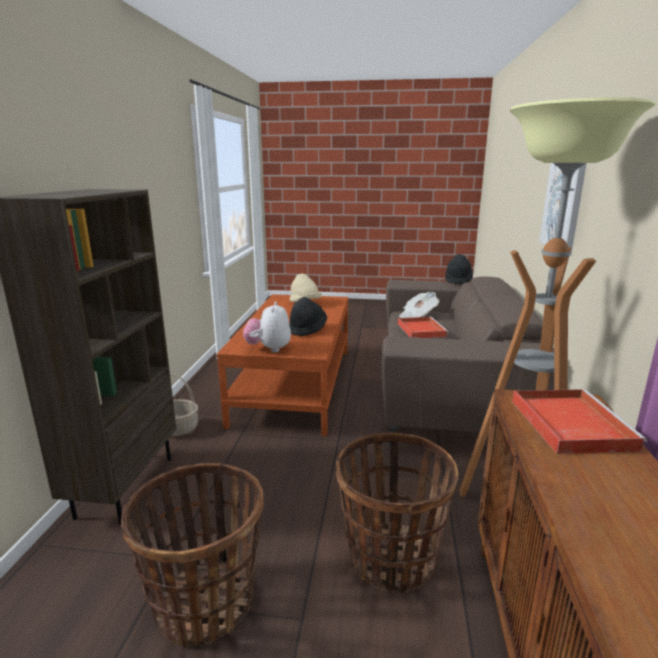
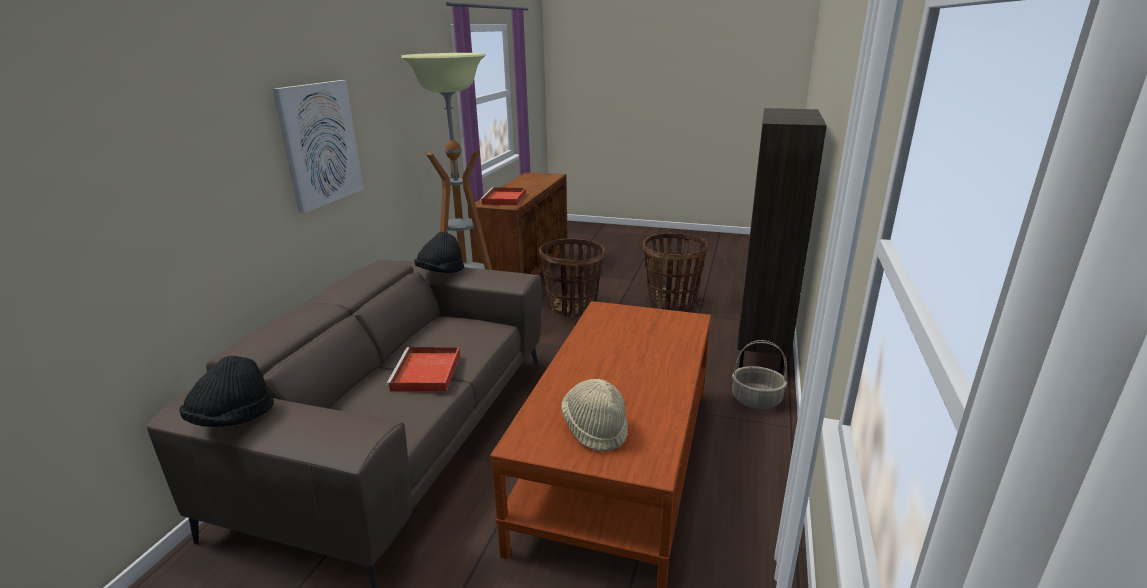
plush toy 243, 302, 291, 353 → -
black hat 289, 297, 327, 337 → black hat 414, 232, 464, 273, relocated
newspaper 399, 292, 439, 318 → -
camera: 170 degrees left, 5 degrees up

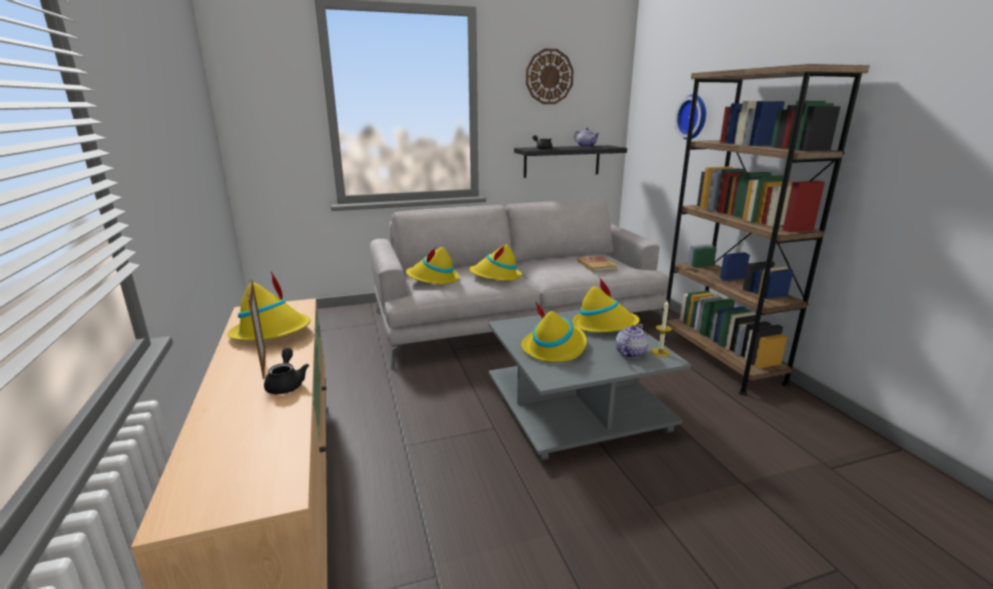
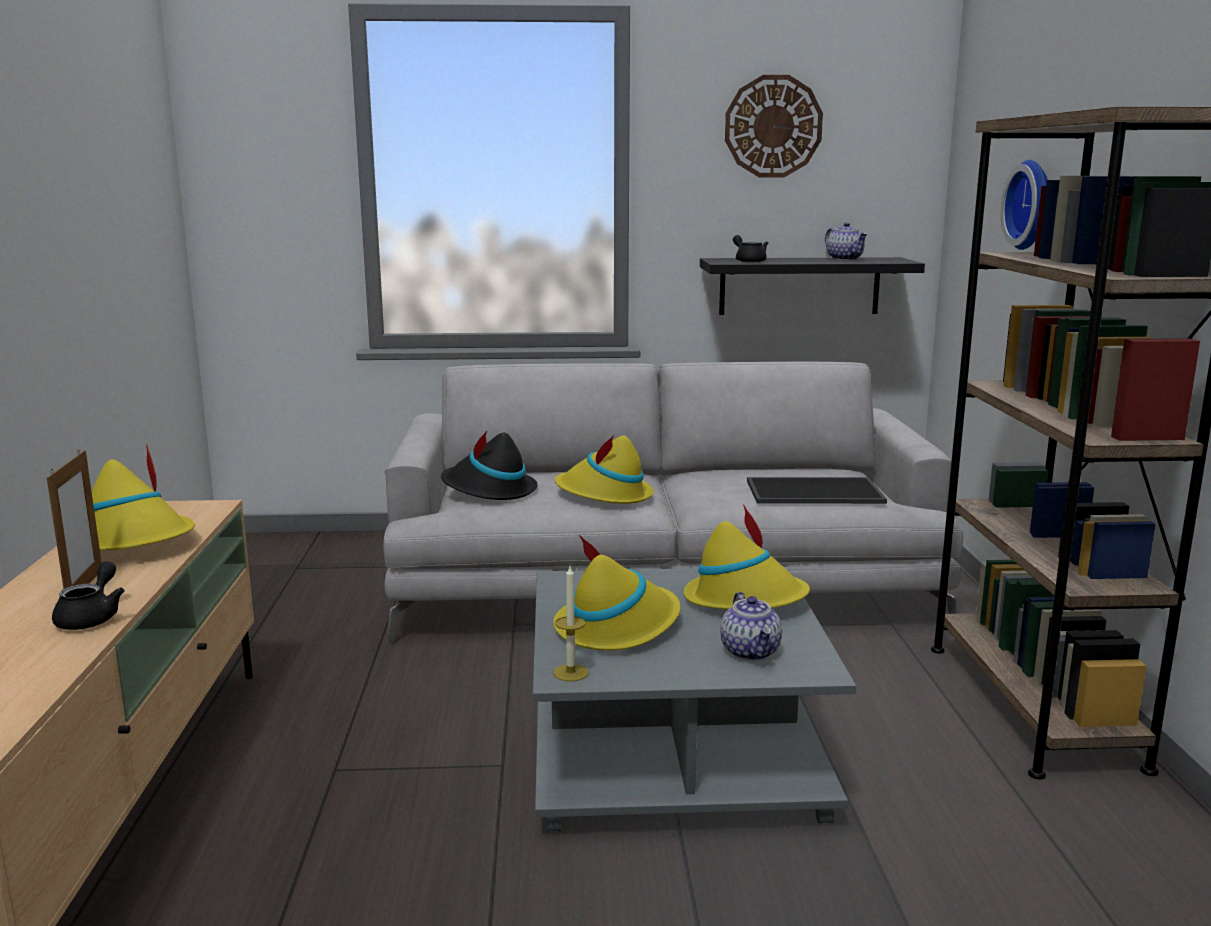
yellow hat 406, 247, 460, 284 → black hat 441, 431, 538, 500
book 578, 256, 618, 272 → tray 747, 477, 887, 504
teapot 615, 324, 648, 358 → teapot 720, 592, 782, 661, 120 degrees clockwise
candle 651, 299, 672, 357 → candle 553, 566, 589, 681, relocated
camera: 15 degrees right, 5 degrees down

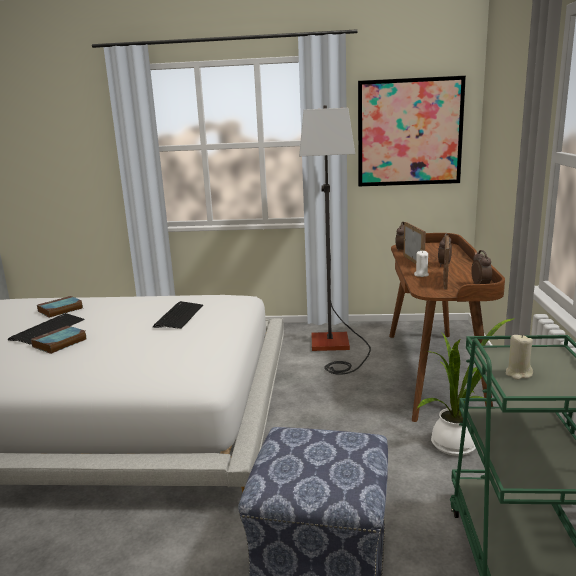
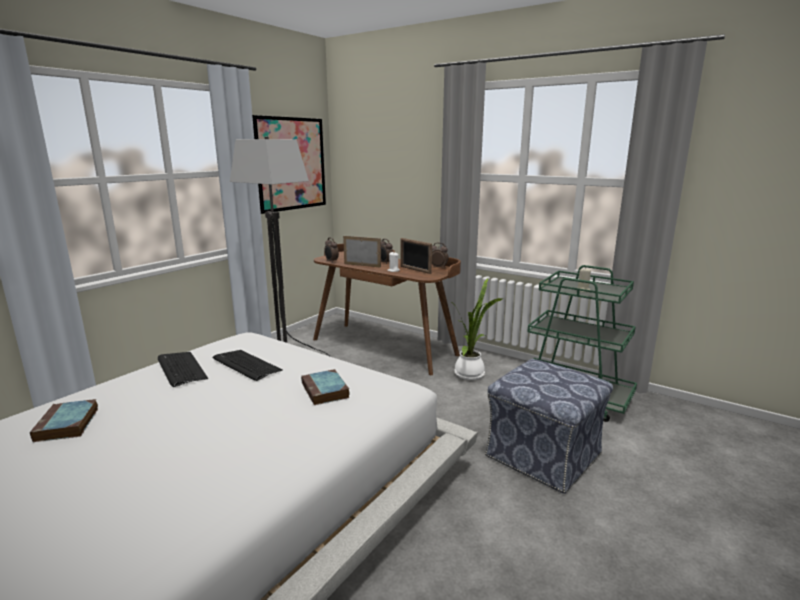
keyboard 8, 313, 84, 345 → keyboard 158, 352, 208, 387, relocated
book 31, 326, 86, 354 → book 301, 369, 350, 405, relocated
camera: 60 degrees left, 0 degrees up

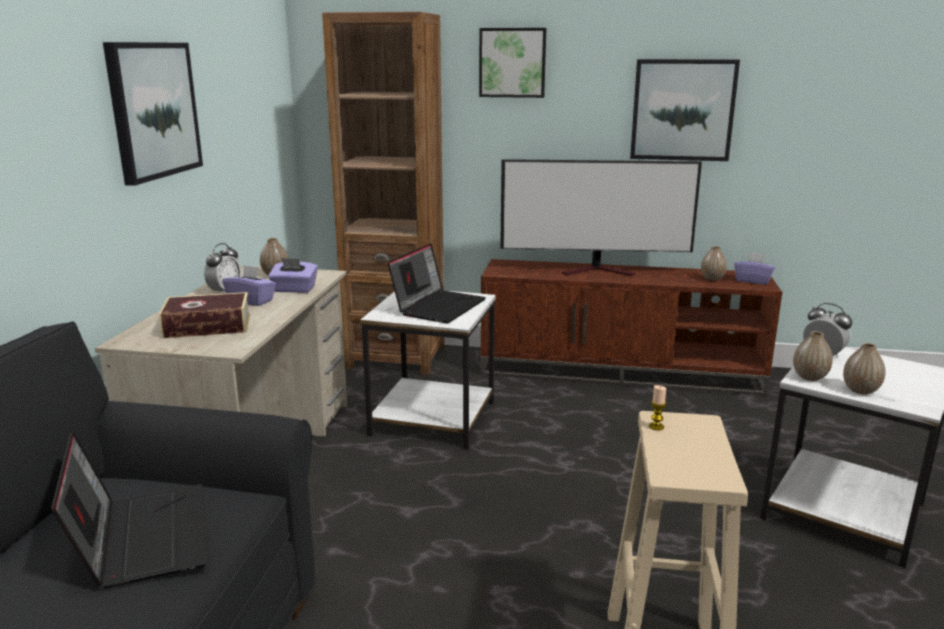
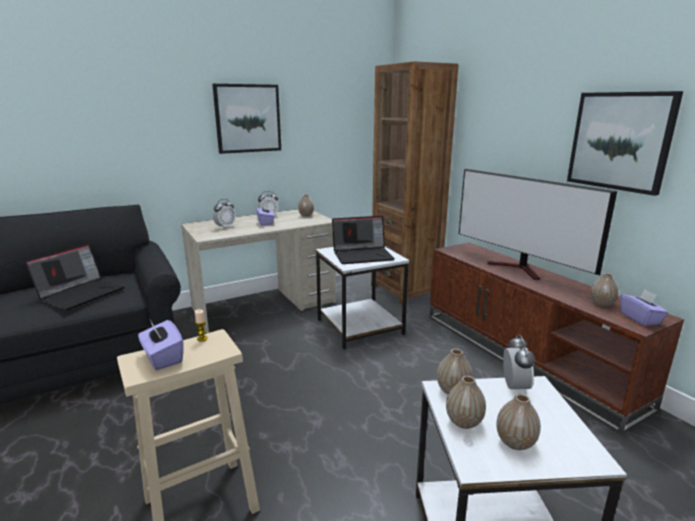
book 159, 292, 250, 338 → alarm clock 213, 199, 236, 229
purple tissue box 268, 258, 318, 293 → purple tissue box 138, 320, 183, 370, relocated
picture 479, 28, 546, 98 → -
- → vase 496, 394, 541, 450
camera: 50 degrees right, 0 degrees up

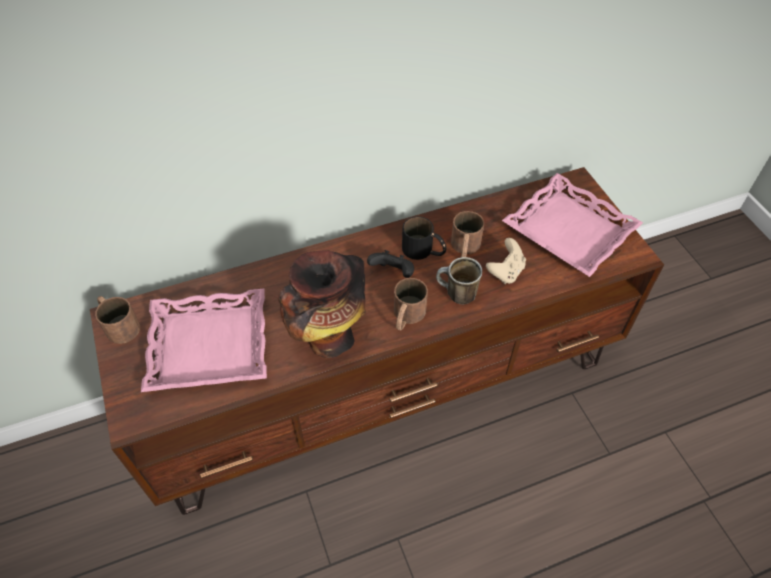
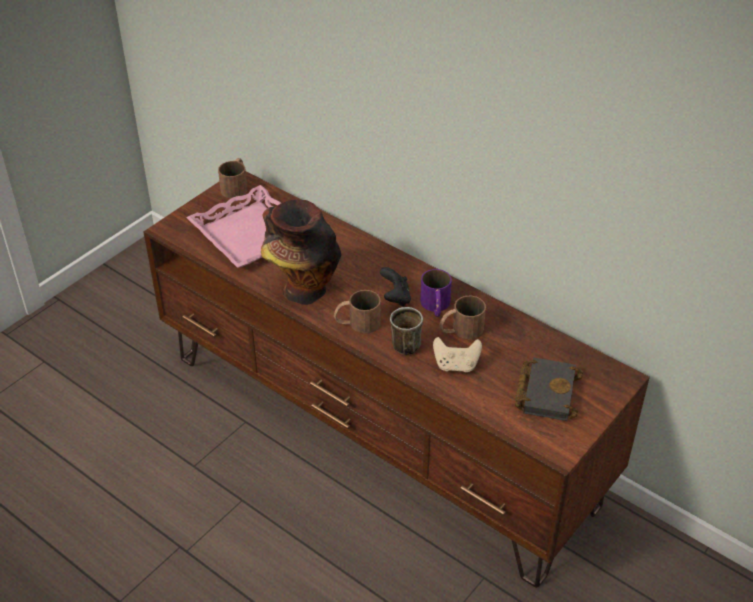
black mug 402, 216, 446, 260 → purple mug 420, 269, 452, 317
pink tray 502, 173, 643, 277 → black book 515, 358, 583, 421
camera: 60 degrees right, 10 degrees down

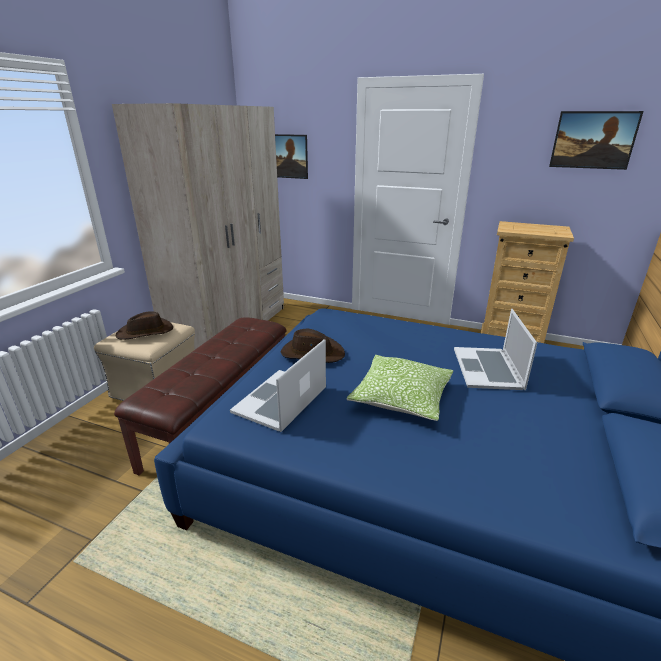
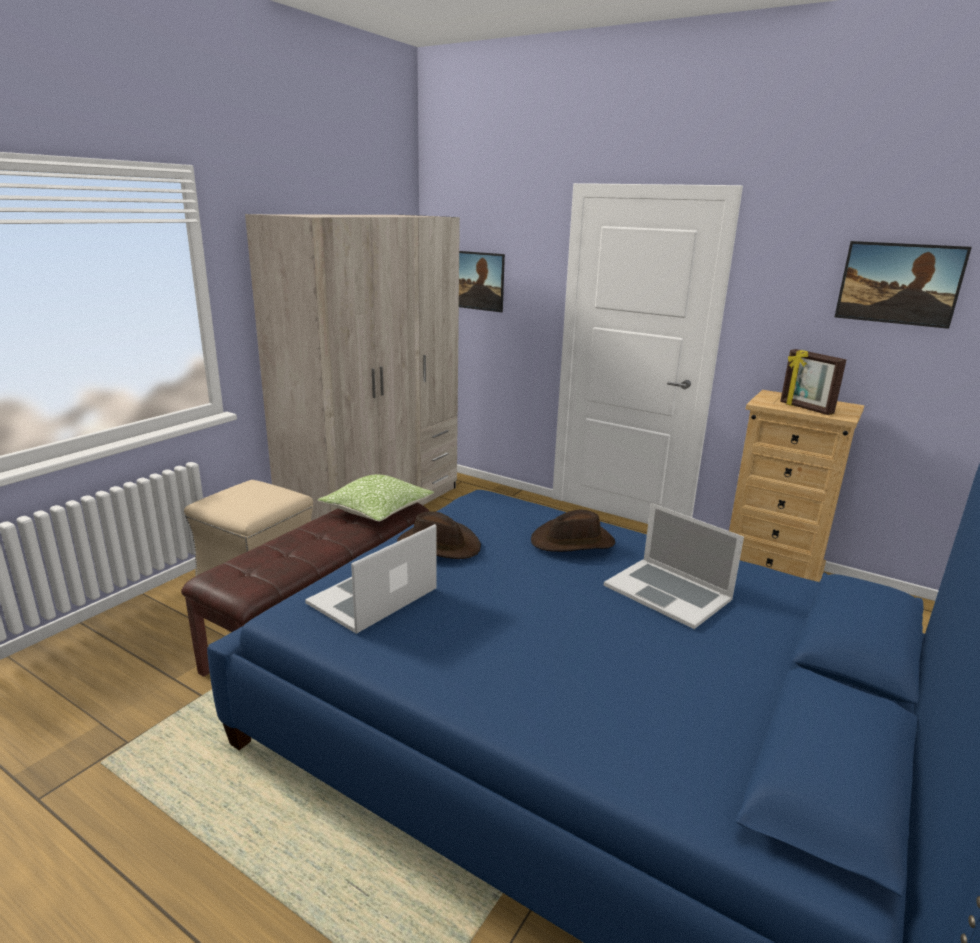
brown hat 115, 311, 173, 340 → brown hat 531, 510, 615, 552, relocated
pillow 346, 355, 453, 421 → pillow 317, 474, 434, 522, relocated
laptop 454, 308, 537, 390 → laptop 604, 503, 744, 629, 60 degrees counterclockwise
- → picture frame 780, 349, 846, 415
camera: 10 degrees right, 5 degrees down

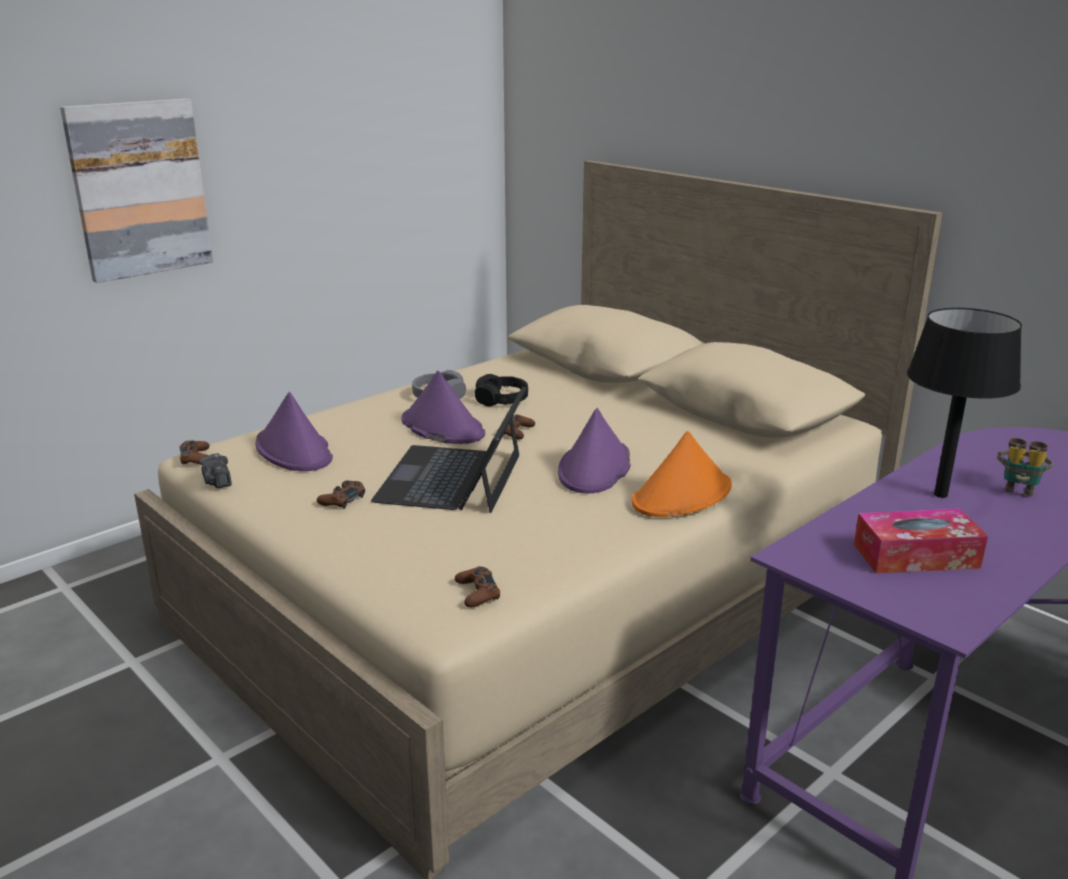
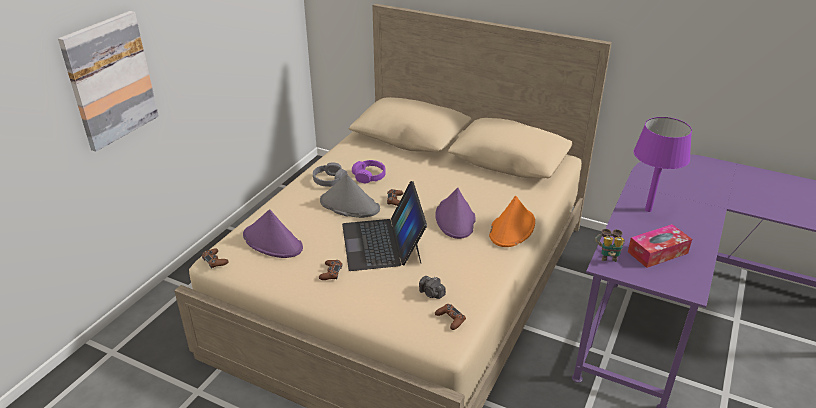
photo camera 199, 453, 232, 488 → photo camera 419, 276, 446, 299, relocated
purple hat 402, 371, 485, 444 → grey hat 320, 174, 380, 218
black headphones 475, 374, 528, 407 → purple headphones 352, 160, 386, 183
black table lamp 907, 308, 1022, 498 → purple table lamp 634, 117, 692, 212
binoculars 997, 438, 1053, 497 → binoculars 595, 229, 625, 262, relocated
camera: 20 degrees left, 10 degrees up

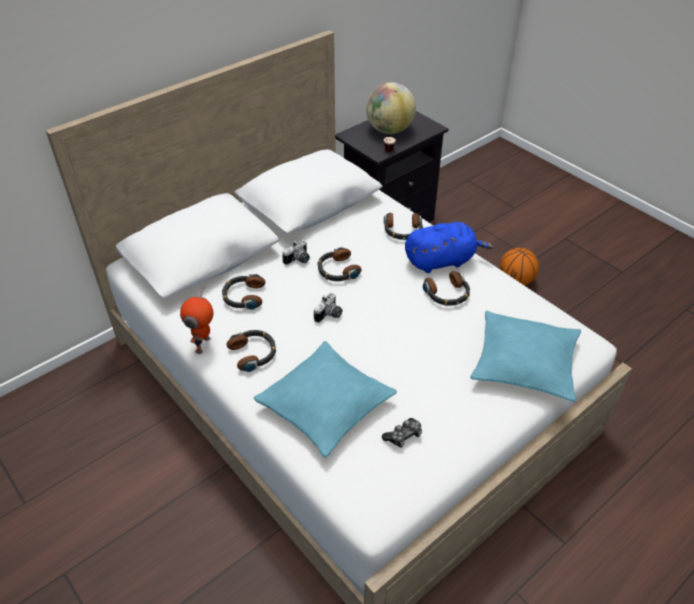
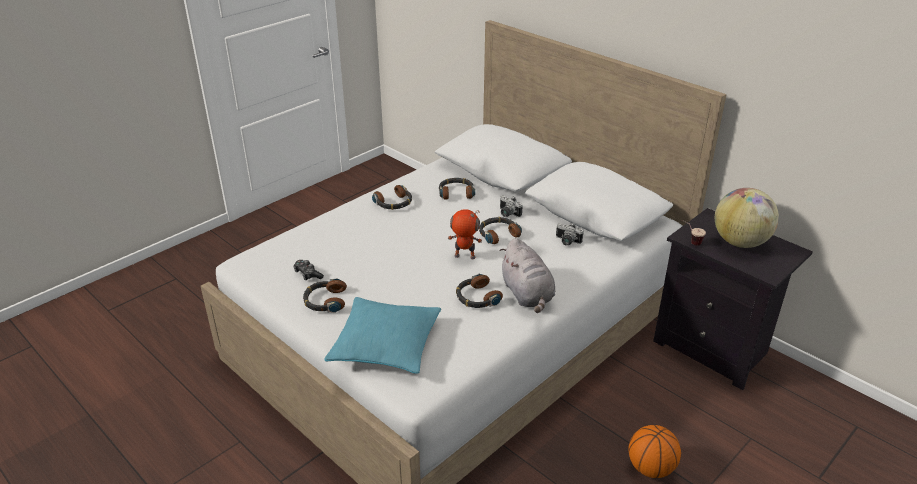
toy robot 180, 287, 213, 354 → toy robot 448, 209, 482, 259, relocated
turquoise pillow 253, 341, 397, 458 → -
photo camera 314, 292, 342, 323 → photo camera 556, 223, 584, 246, relocated
headphones 384, 213, 423, 240 → headphones 303, 278, 347, 313, relocated
blue plush toy 405, 222, 494, 273 → grey plush toy 500, 238, 555, 313
camera: 85 degrees right, 10 degrees down

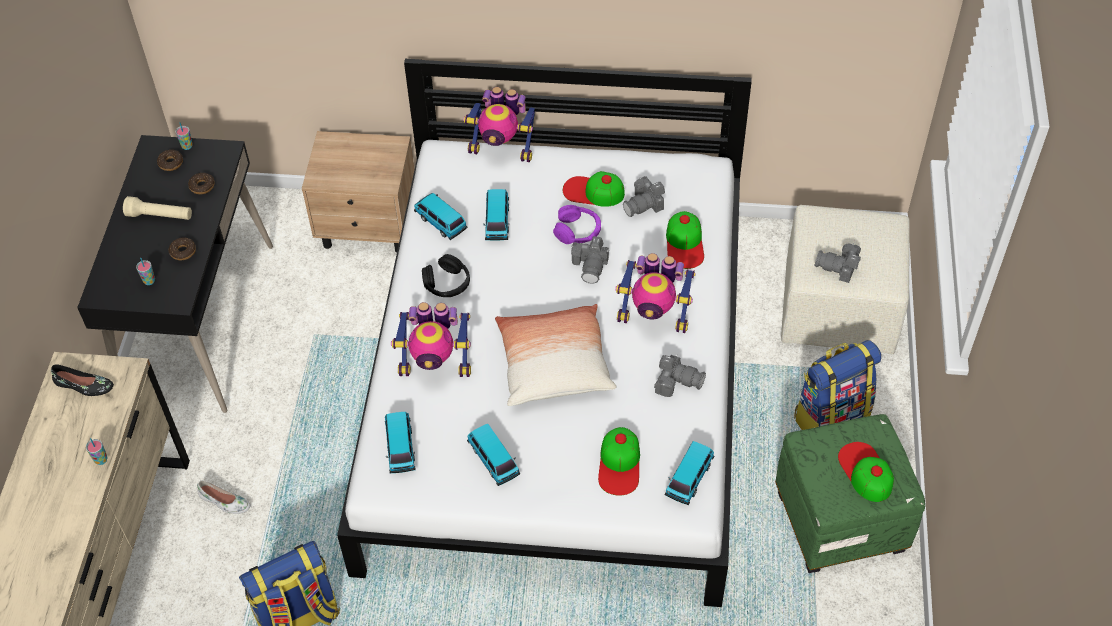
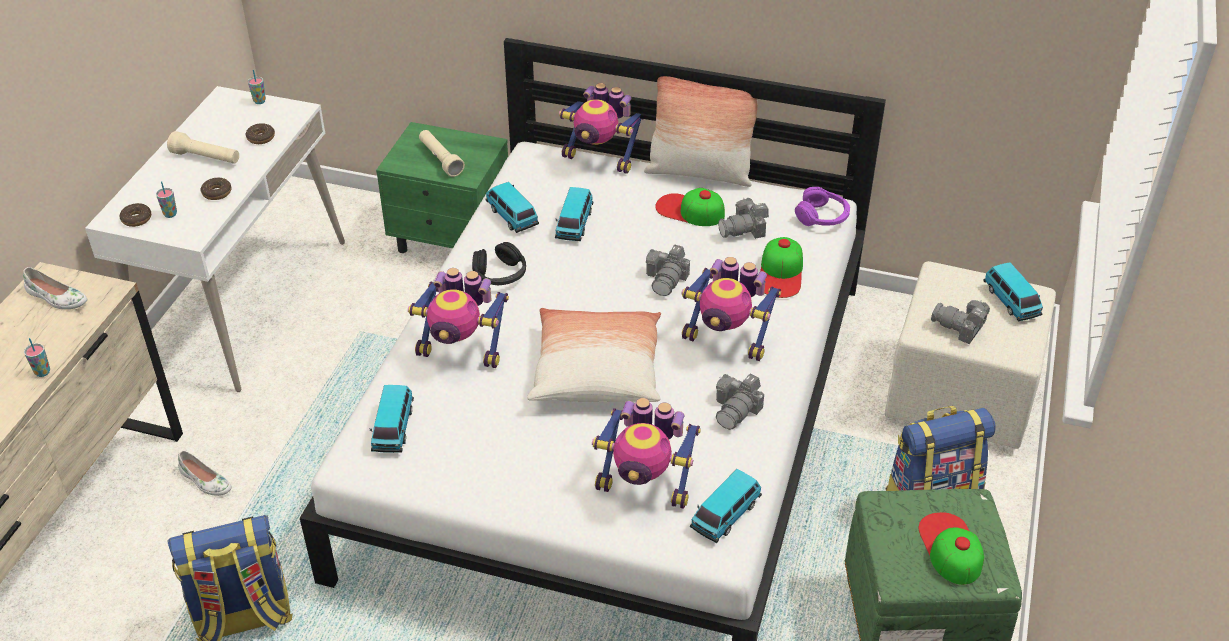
black shoe 51, 364, 114, 396 → white shoe 23, 267, 87, 309
black desk 77, 135, 273, 413 → white desk 85, 86, 345, 392
donut 157, 150, 183, 171 → donut 120, 203, 151, 227, relocated
beige nightstand 302, 131, 414, 253 → green nightstand 376, 122, 508, 253
toy car 467, 424, 520, 486 → toy car 983, 262, 1043, 322, relocated
purple headphones 553, 205, 601, 244 → purple headphones 795, 187, 850, 226, relocated
cap 598, 427, 640, 496 → toy robot 592, 398, 701, 509
photo camera 654, 354, 706, 397 → photo camera 716, 374, 764, 430, 90 degrees clockwise
- → beige flashlight 419, 130, 465, 177
- → pillow 644, 76, 758, 187
camera: 10 degrees right, 10 degrees down

